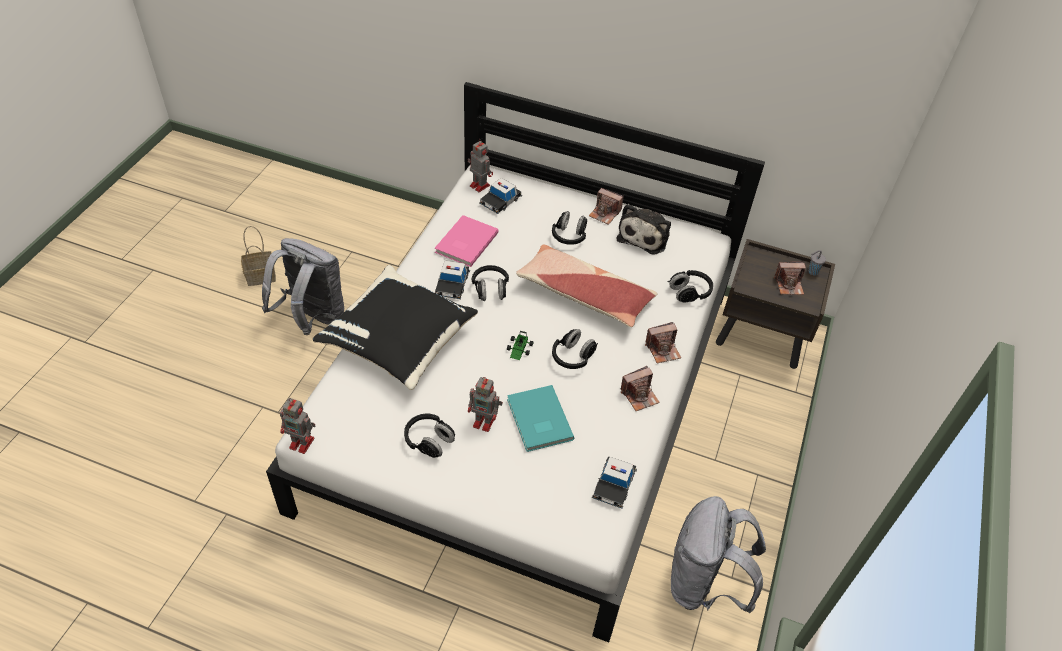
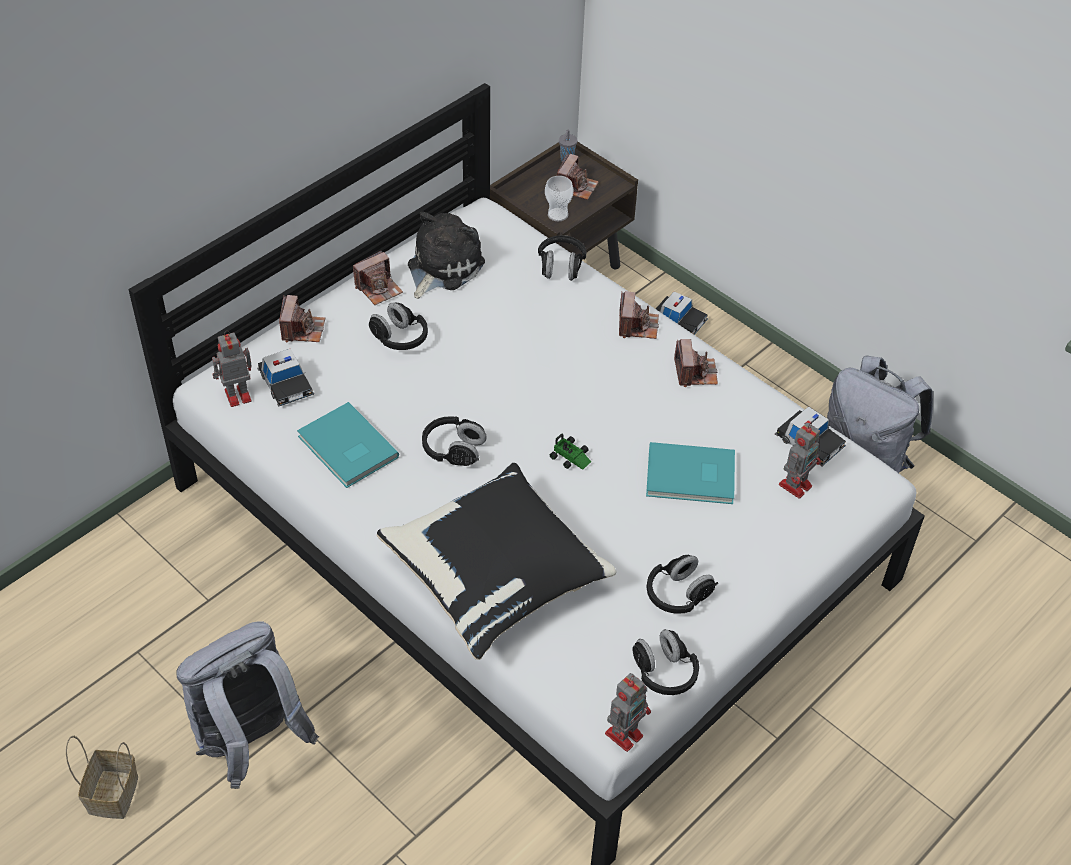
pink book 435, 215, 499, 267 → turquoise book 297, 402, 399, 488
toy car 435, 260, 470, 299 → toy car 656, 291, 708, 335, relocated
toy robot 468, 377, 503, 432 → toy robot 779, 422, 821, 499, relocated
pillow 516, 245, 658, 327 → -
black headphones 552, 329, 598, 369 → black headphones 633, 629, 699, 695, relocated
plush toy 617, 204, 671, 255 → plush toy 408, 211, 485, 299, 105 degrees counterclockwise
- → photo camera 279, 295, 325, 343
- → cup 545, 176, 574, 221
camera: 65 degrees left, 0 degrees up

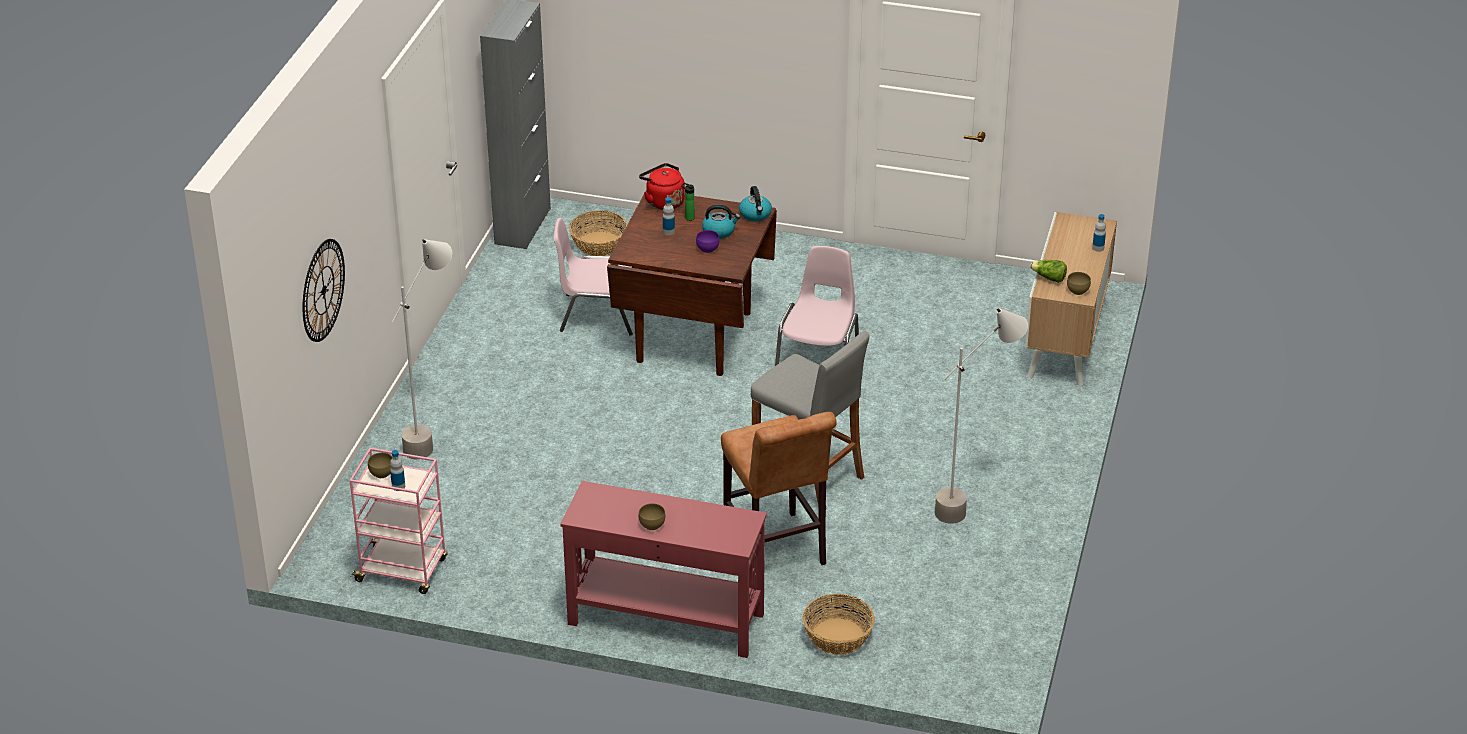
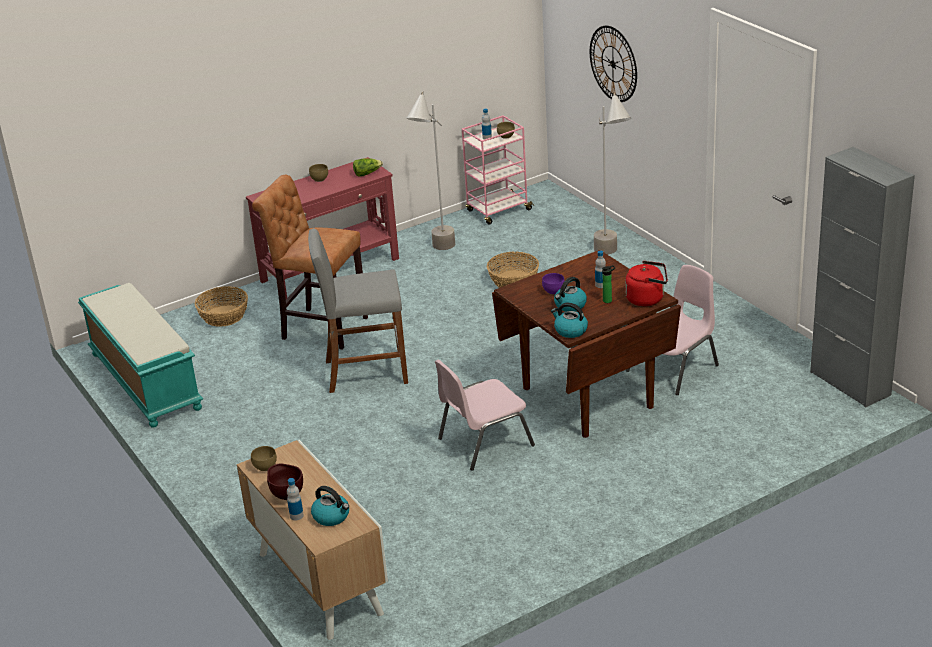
basket 569, 210, 627, 256 → basket 487, 252, 539, 288, relocated
pink chair 775, 246, 859, 366 → pink chair 435, 359, 535, 470, 90 degrees clockwise
grey floor lamp 935, 308, 1028, 524 → grey floor lamp 407, 91, 455, 250, relocated
lettuce 1030, 260, 1067, 283 → lettuce 353, 158, 383, 177, relocated
- → turquoise bench 78, 283, 203, 428
- → brown bowl 267, 463, 303, 500
- → kettle 311, 486, 349, 526
camera: 135 degrees right, 5 degrees down

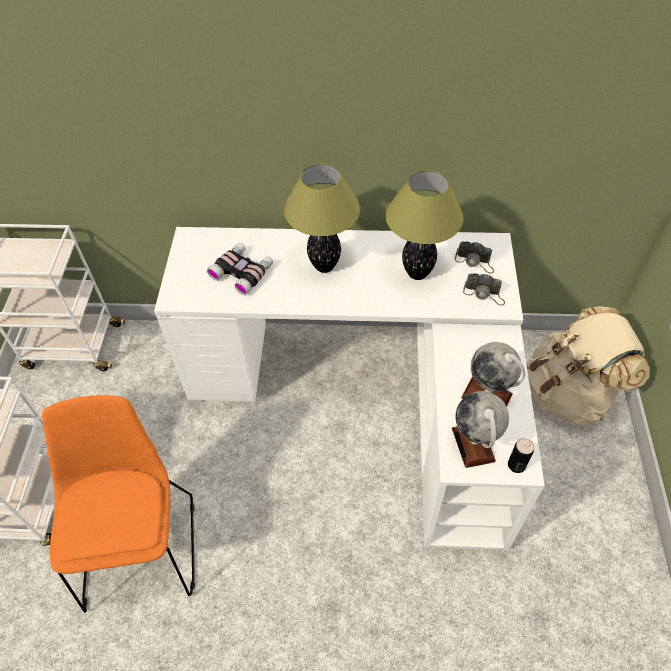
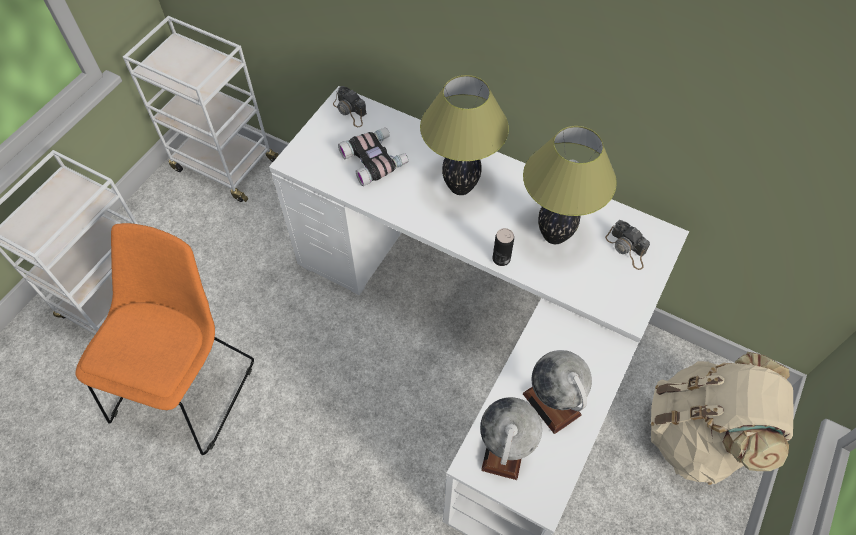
photo camera 463, 273, 505, 306 → photo camera 333, 86, 367, 127, relocated
can 508, 438, 534, 473 → can 493, 228, 514, 266, relocated
camera: 25 degrees right, 5 degrees up

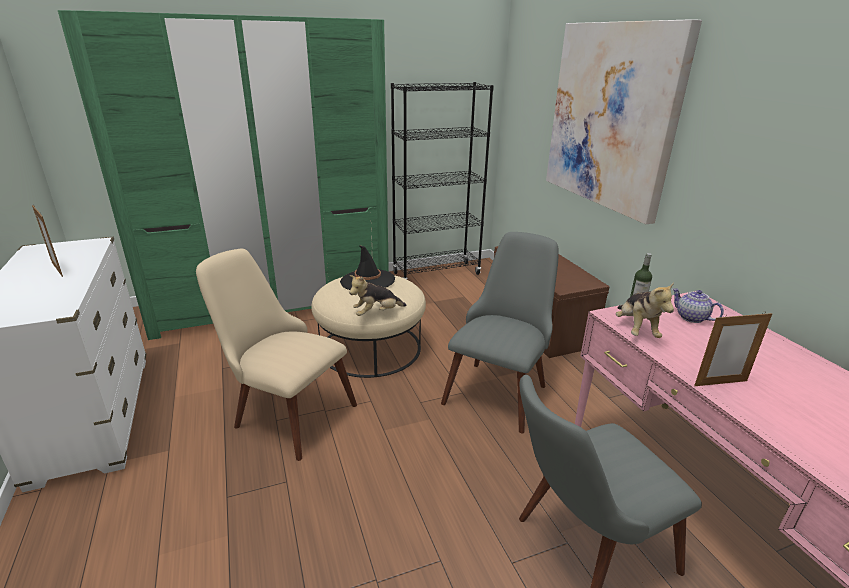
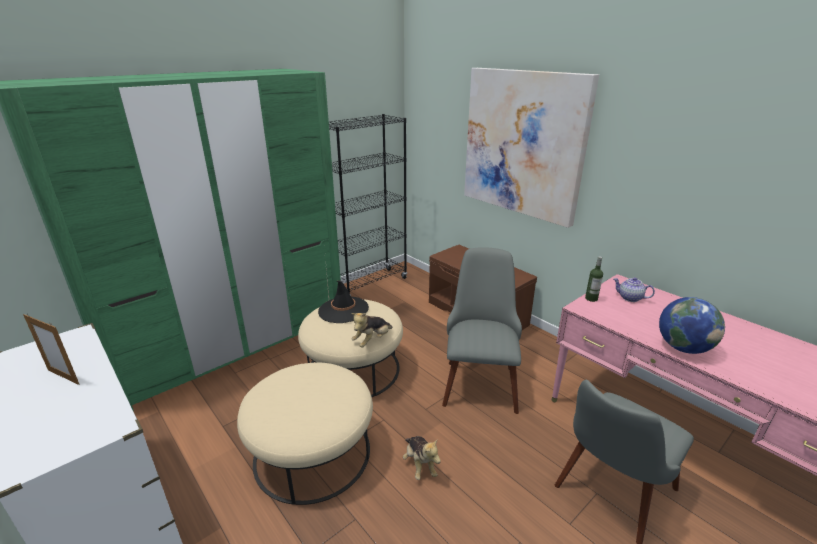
beige chair 196, 249, 357, 461 → beige ottoman 237, 362, 373, 505
plush toy 616, 282, 674, 338 → plush toy 403, 436, 441, 480, relocated
picture frame 694, 311, 772, 386 → globe 659, 297, 725, 354
camera: 20 degrees left, 0 degrees up

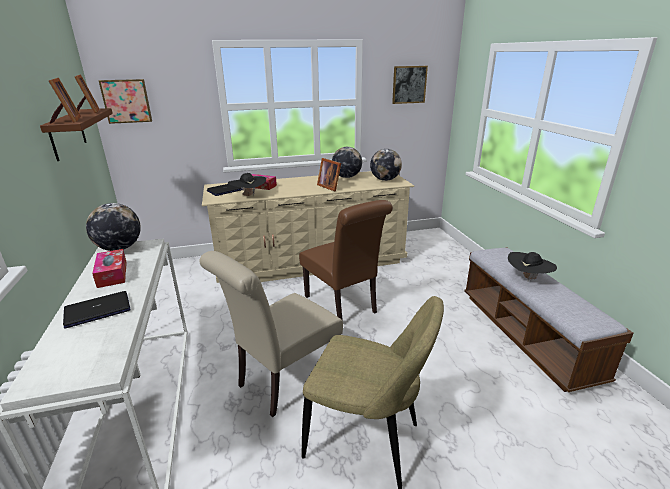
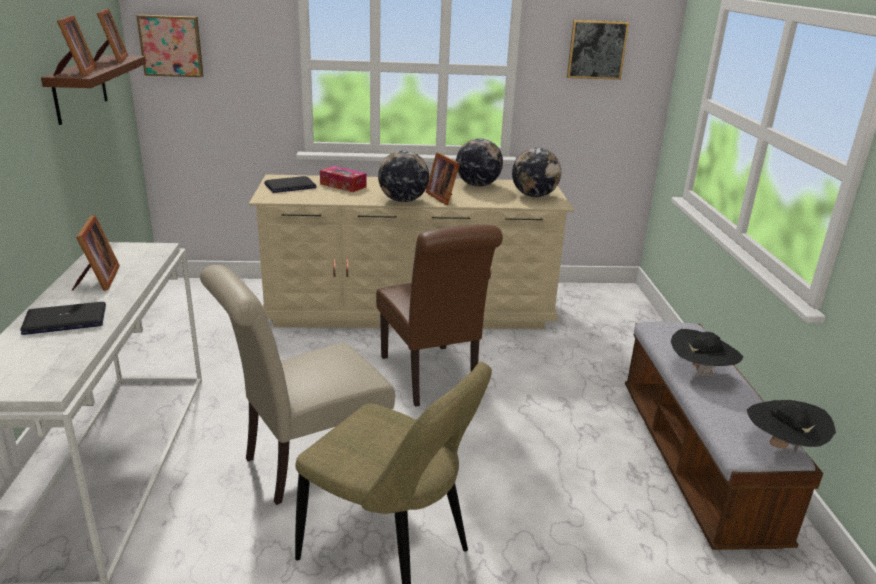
globe 86, 203, 141, 251 → globe 378, 150, 429, 202, relocated
tissue box 92, 249, 127, 288 → picture frame 72, 215, 120, 291
black hat 228, 173, 266, 197 → black hat 747, 400, 836, 453, relocated
camera: 10 degrees right, 0 degrees up

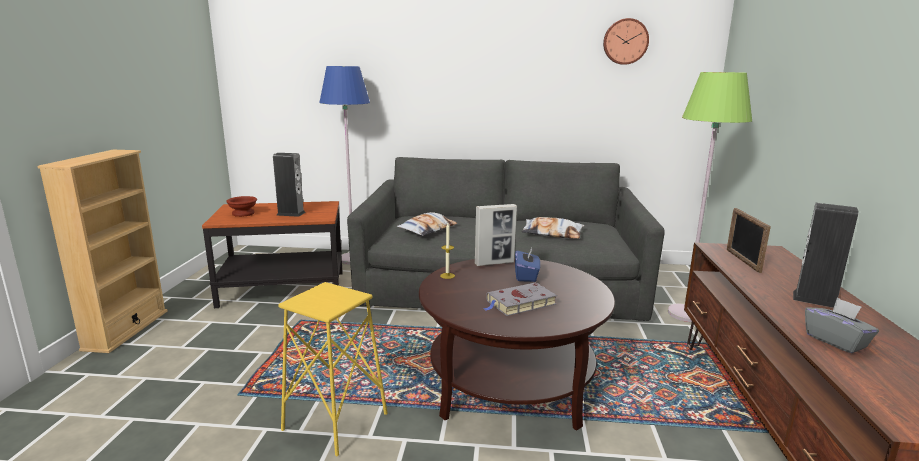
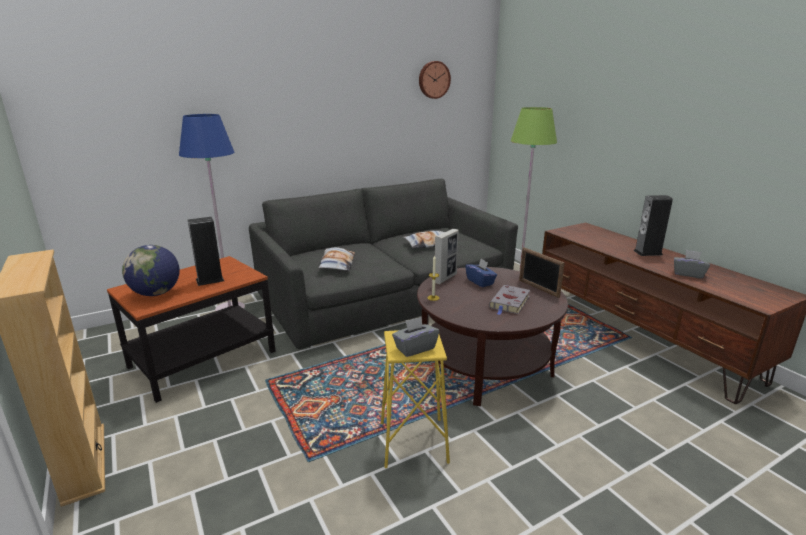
brown bowl 226, 196, 257, 217 → globe 122, 245, 180, 296
picture frame 727, 208, 771, 273 → picture frame 519, 247, 565, 298, relocated
- → grey tissue box 392, 317, 439, 357
camera: 35 degrees left, 5 degrees up

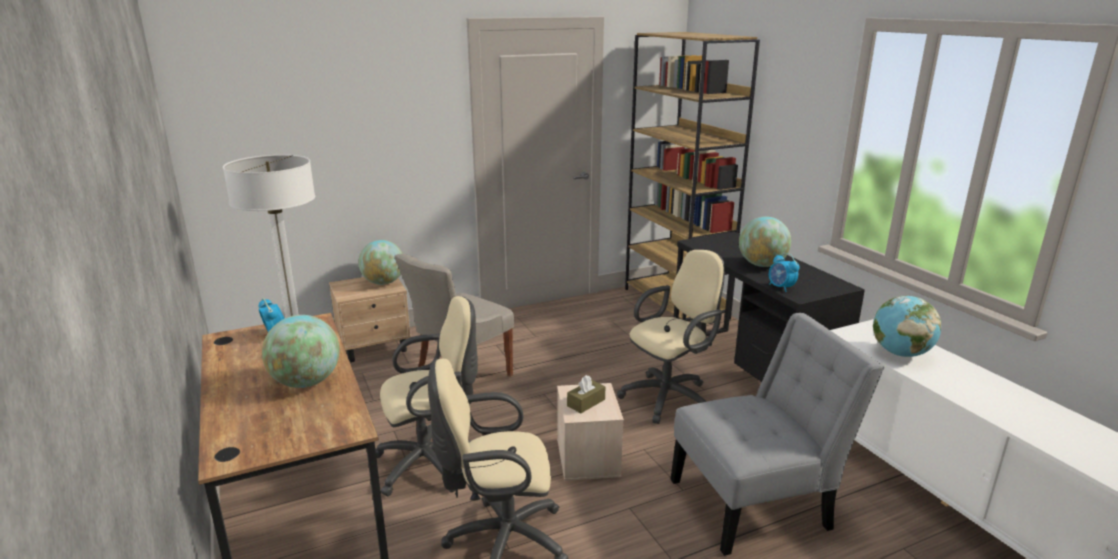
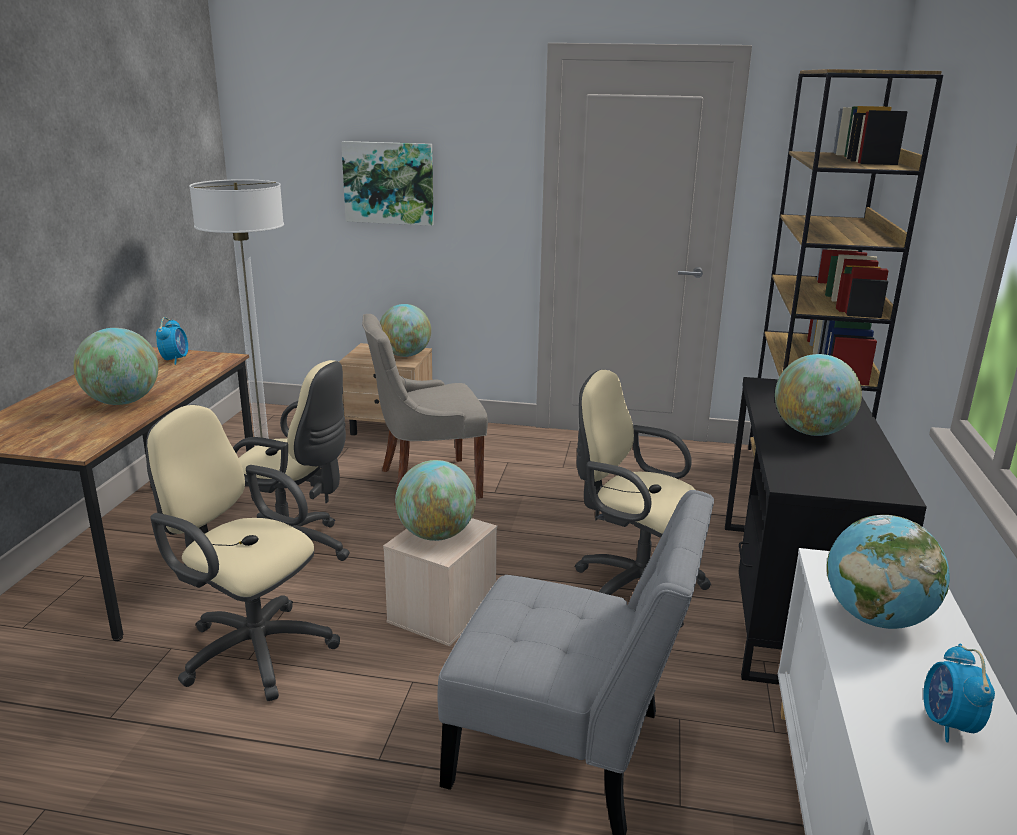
brown tissue box 567, 375, 605, 413 → globe 395, 460, 476, 541
beige office chair 617, 250, 725, 424 → beige office chair 575, 369, 711, 628, 150 degrees counterclockwise
alarm clock 769, 253, 799, 292 → alarm clock 923, 644, 995, 742, relocated
- → picture 341, 141, 434, 226
camera: 35 degrees right, 0 degrees up

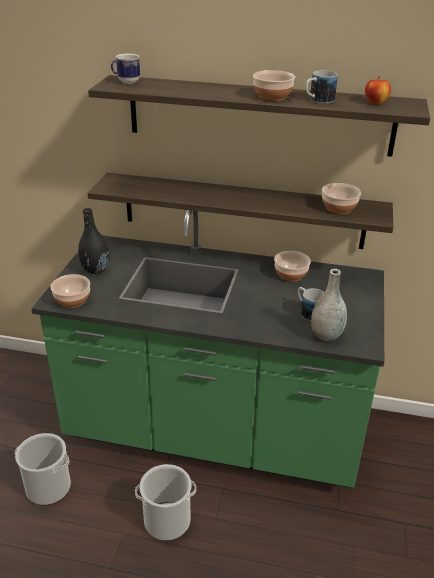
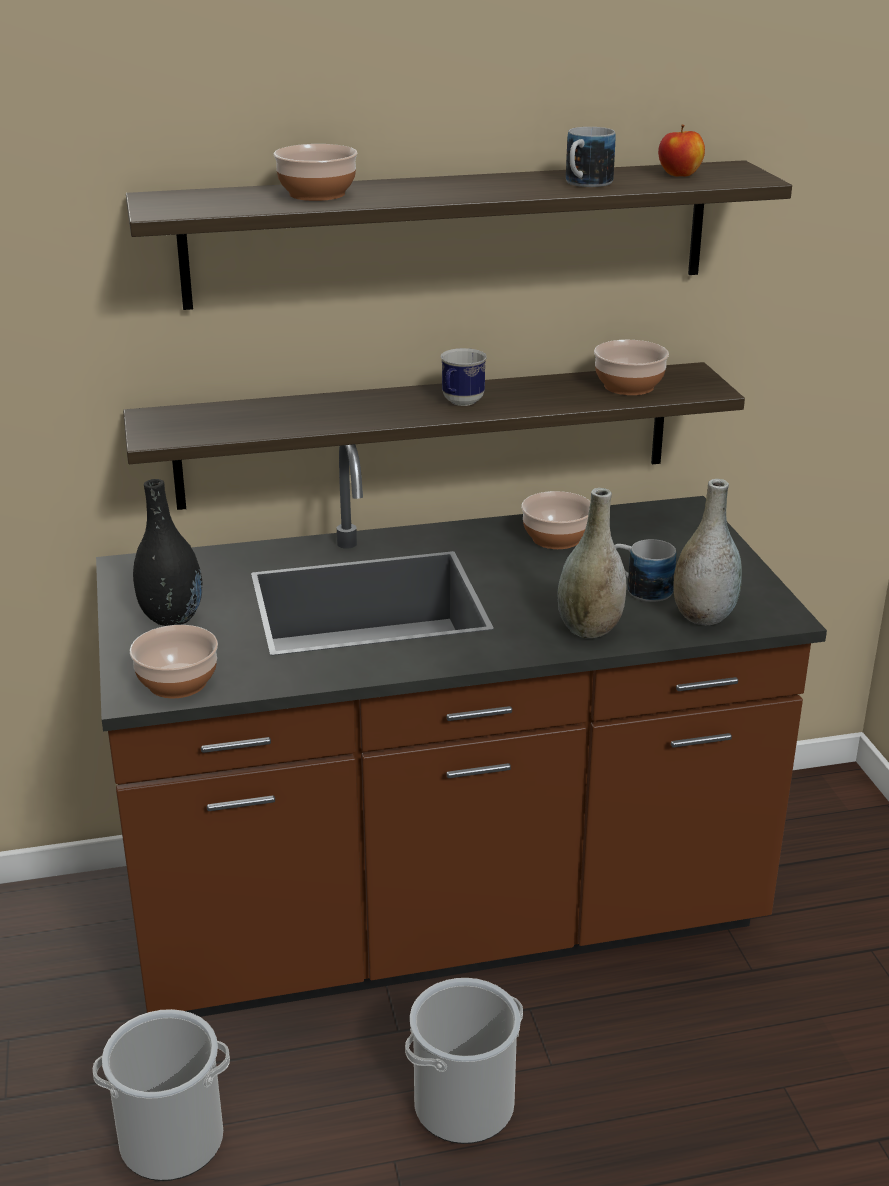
green counter 31, 210, 384, 488 → brown counter 96, 444, 827, 1017
mug 111, 54, 140, 84 → mug 440, 348, 487, 406, relocated
bowl 253, 70, 295, 101 → bowl 274, 144, 358, 201, relocated
- → grey vase 558, 488, 626, 638
camera: 25 degrees left, 5 degrees down

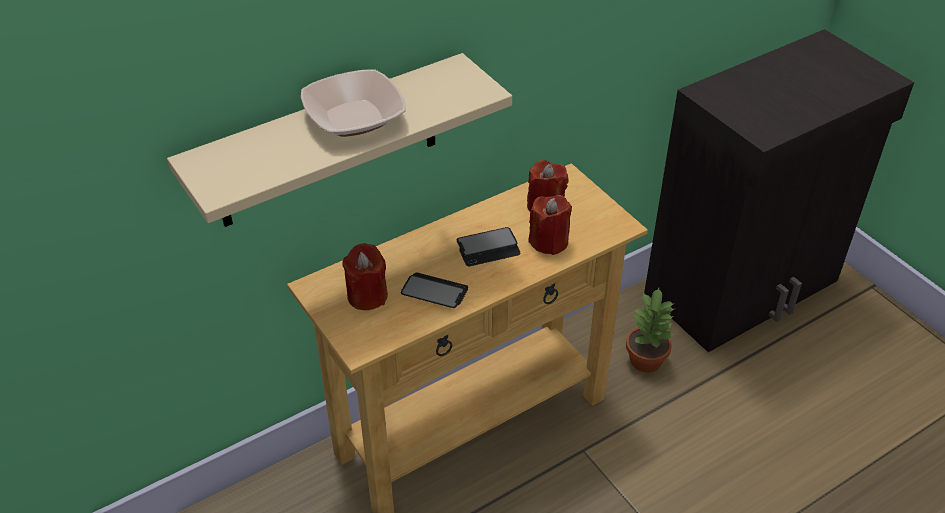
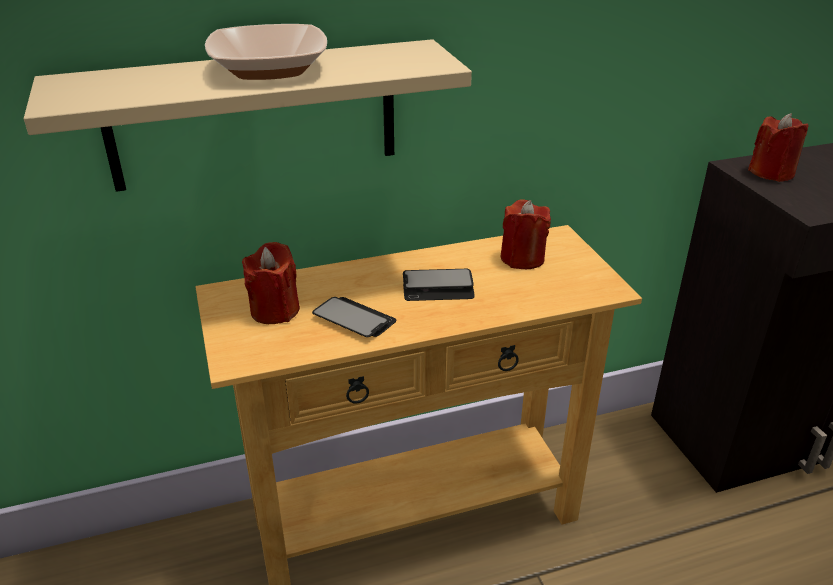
red candle 528, 195, 572, 255 → red candle 748, 113, 808, 182, relocated
potted plant 626, 288, 676, 373 → -
camera: 15 degrees right, 10 degrees down

